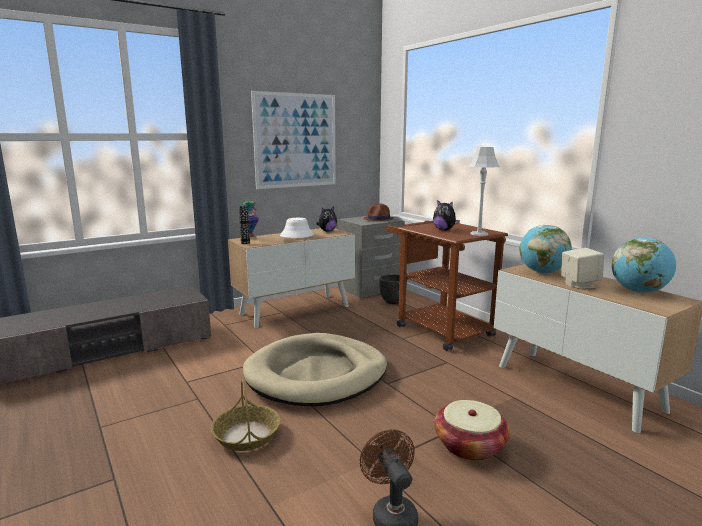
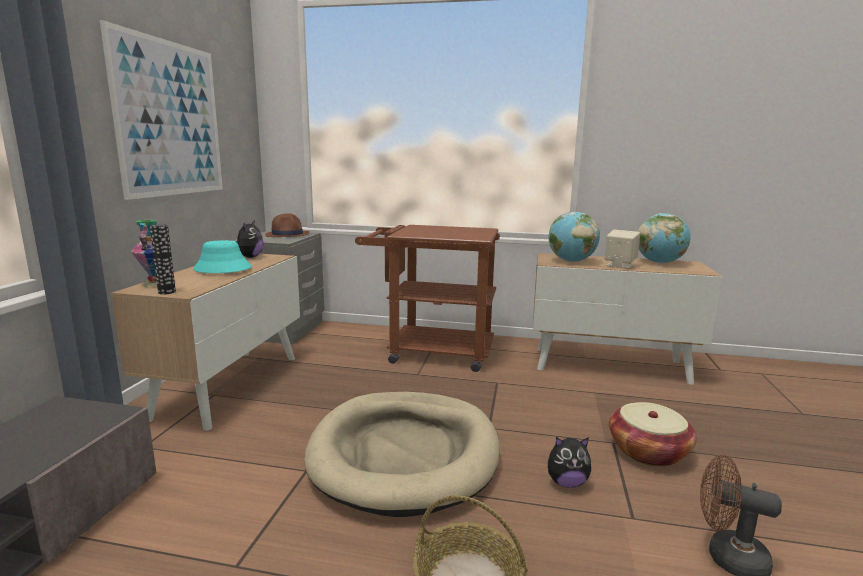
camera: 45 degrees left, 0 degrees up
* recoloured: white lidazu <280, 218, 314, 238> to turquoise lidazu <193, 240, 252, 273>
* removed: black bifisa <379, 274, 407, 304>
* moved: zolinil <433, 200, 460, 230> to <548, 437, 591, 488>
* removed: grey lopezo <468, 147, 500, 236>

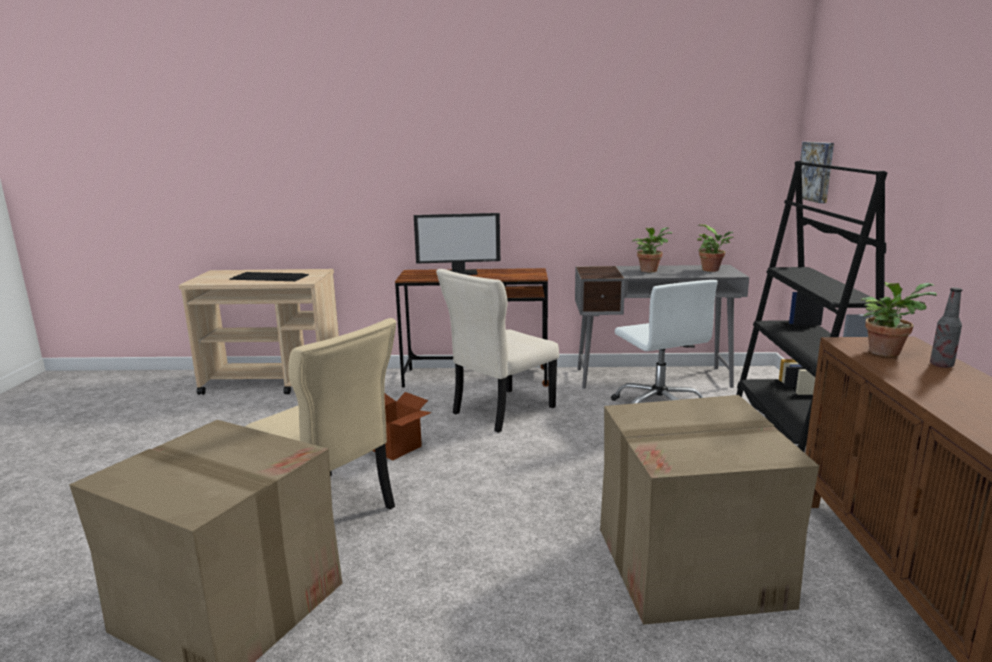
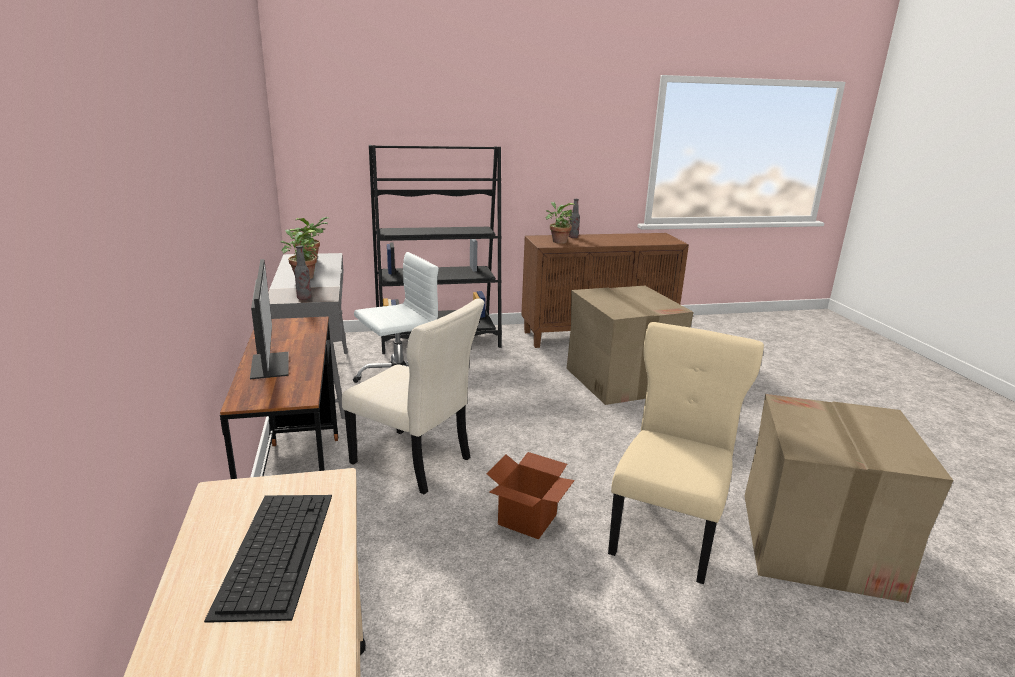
camera: 105 degrees left, 5 degrees up
* removed: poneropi <800, 142, 834, 203>
* added: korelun <294, 245, 311, 300>

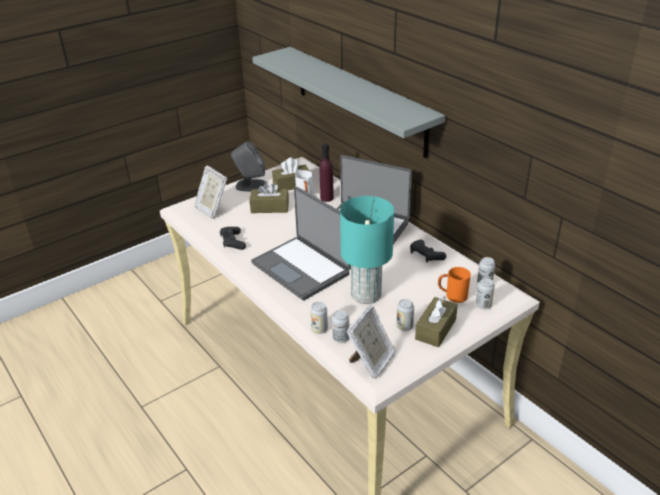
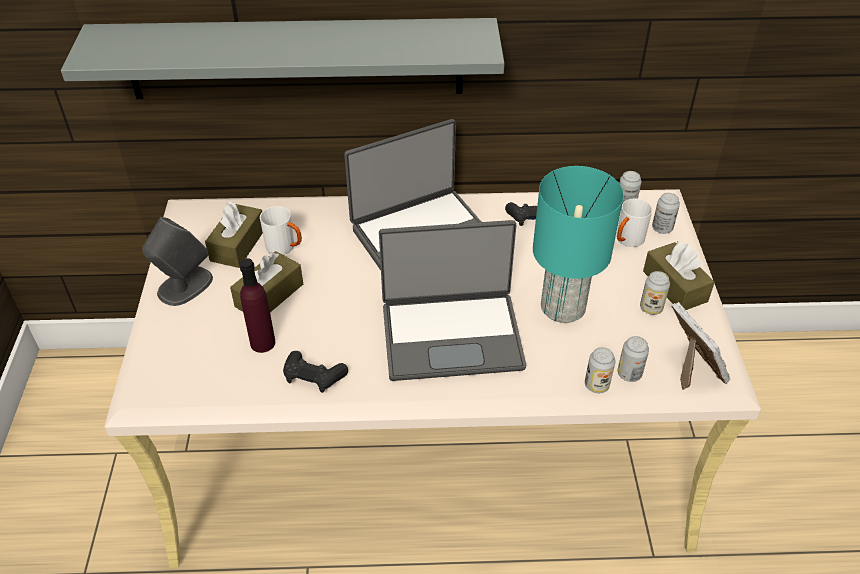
camera: 55 degrees left, 10 degrees up
* removed: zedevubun <194, 166, 227, 219>
* moved: purple korelun <319, 144, 334, 202> to <239, 258, 275, 353>
* recoloured: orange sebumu <438, 267, 471, 303> to white sebumu <616, 198, 652, 247>

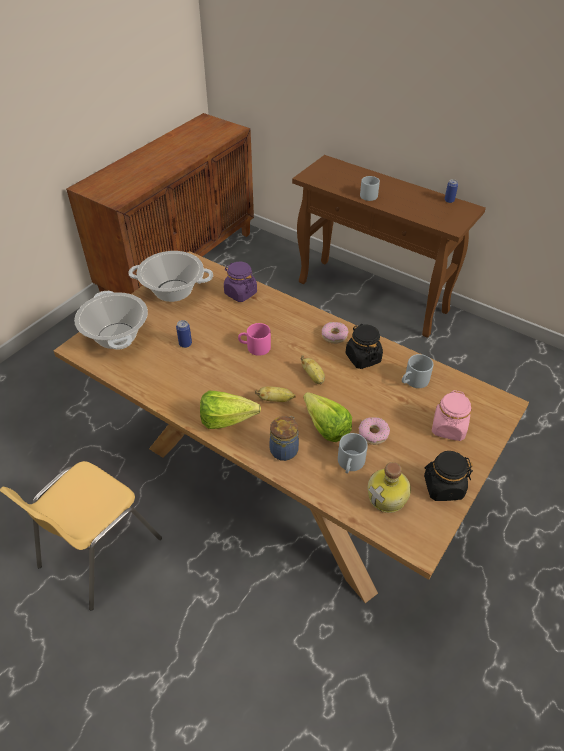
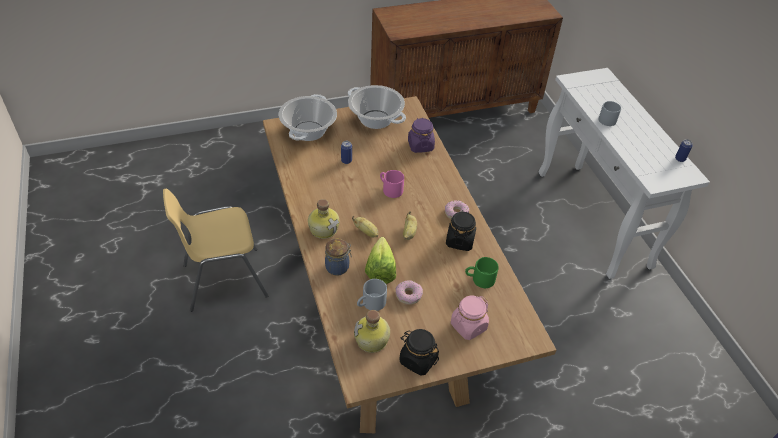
camera: 35 degrees right, 0 degrees up
* replaced: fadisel <200, 391, 261, 429> to korelun <308, 199, 339, 239>
* recoloured: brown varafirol <292, 155, 486, 338> to white varafirol <539, 68, 710, 279>
* recoloured: grey sebumu <402, 354, 433, 388> to green sebumu <465, 257, 499, 288>

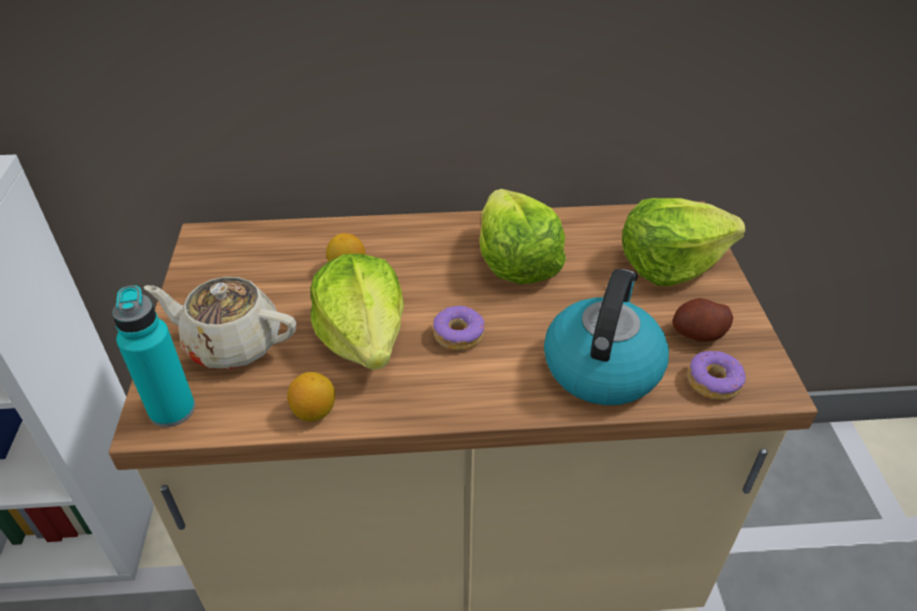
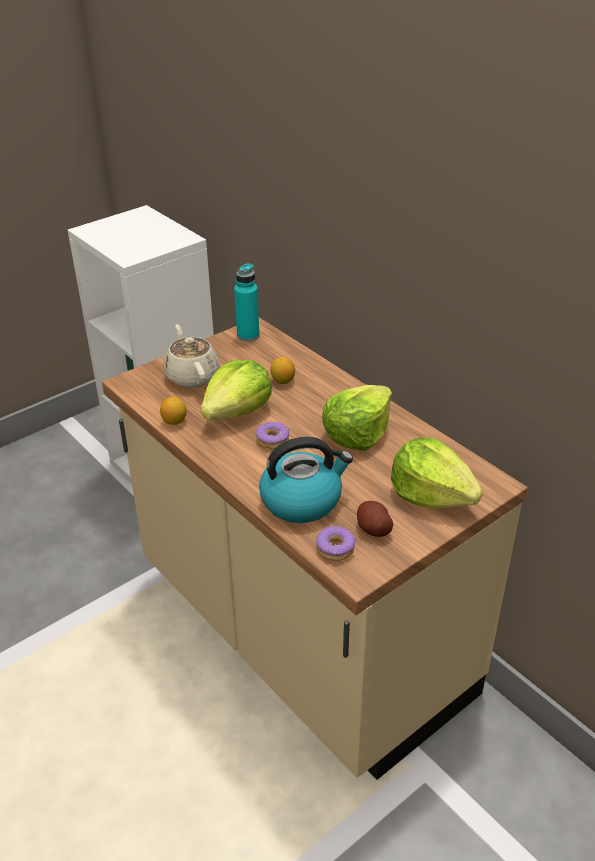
camera: 55 degrees right, 5 degrees down
* moved: turquoise korelun <112, 285, 195, 427> to <234, 263, 259, 341>

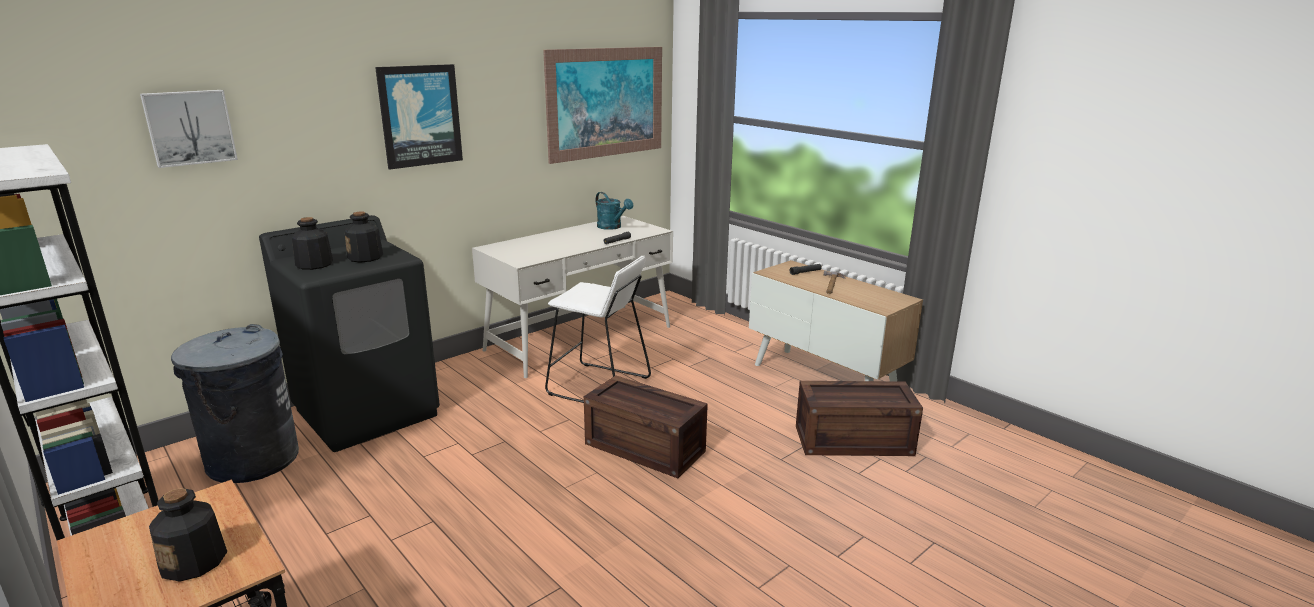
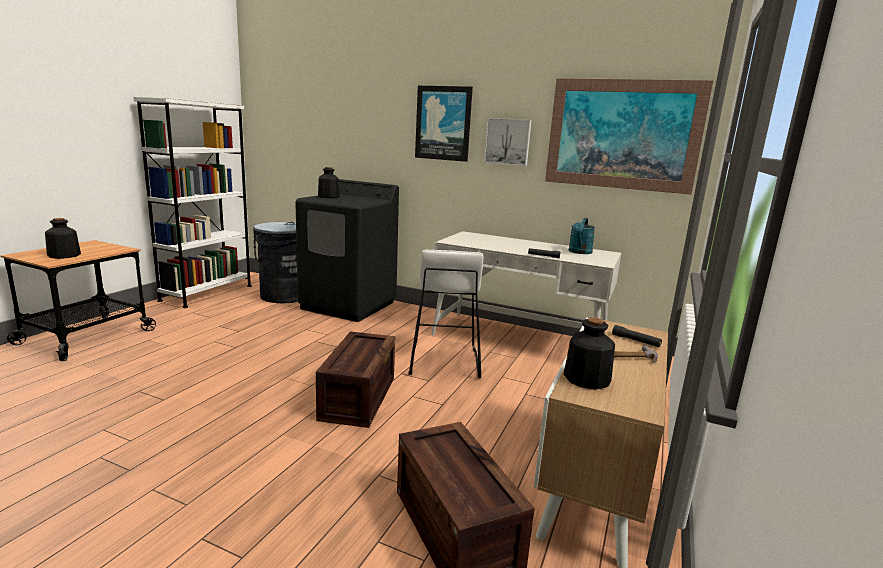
camera: 65 degrees right, 5 degrees down
* moved: poneropi <140, 90, 238, 168> to <484, 118, 531, 166>
* moved: korelun <345, 211, 383, 263> to <564, 317, 615, 389>

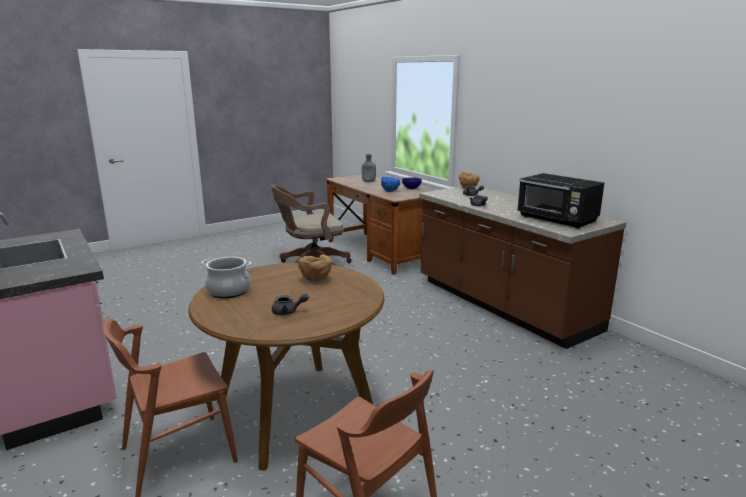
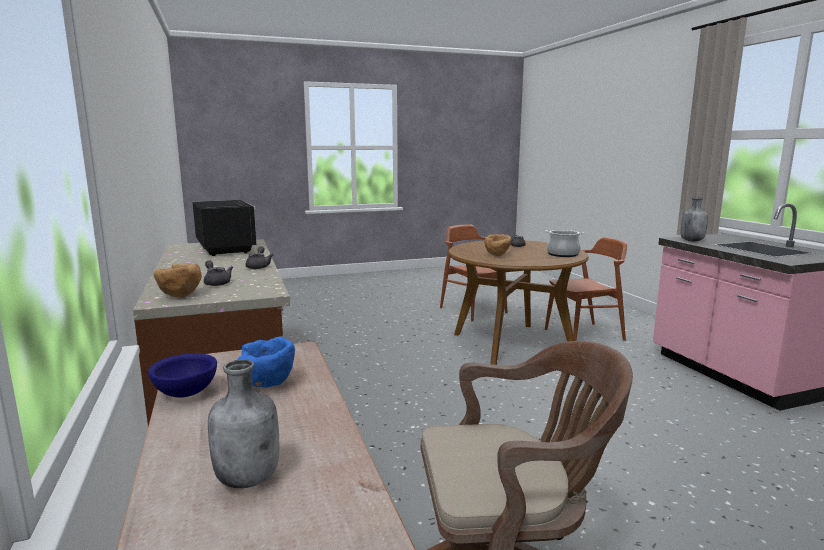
camera: 165 degrees left, 5 degrees down
* added: grey korelun <681, 197, 708, 242>

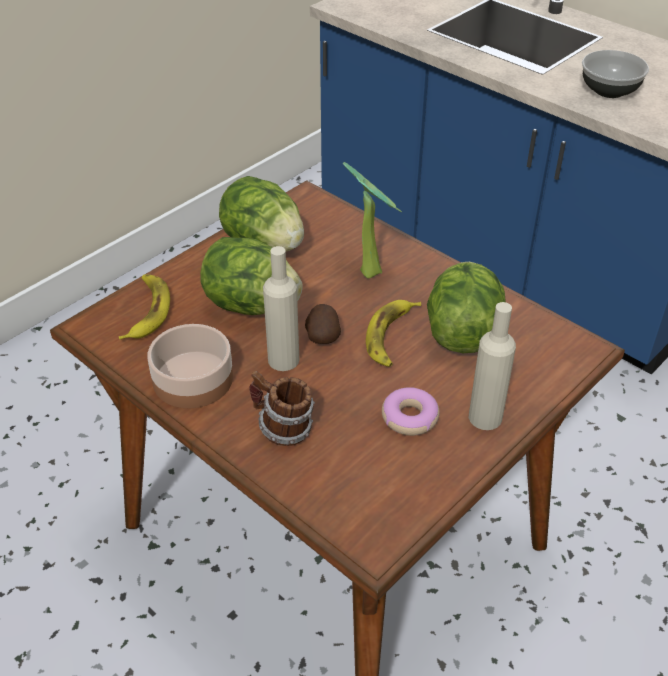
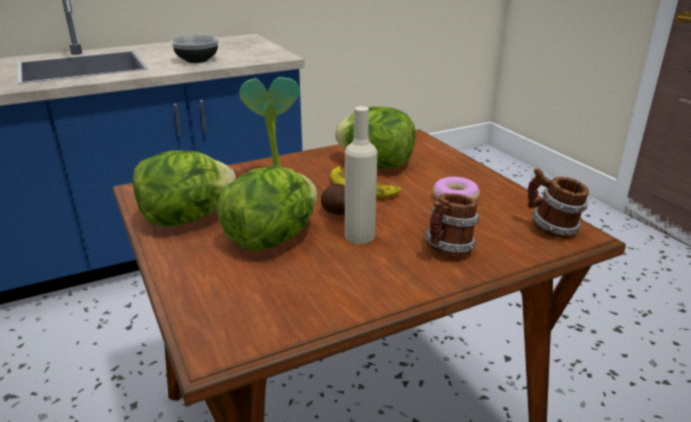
camera: 70 degrees left, 15 degrees down
* removed: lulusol <119, 274, 170, 340>
* removed: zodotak <147, 324, 233, 408>
* removed: beige korelun <469, 302, 516, 430>
* added: sebumu <528, 168, 589, 238>

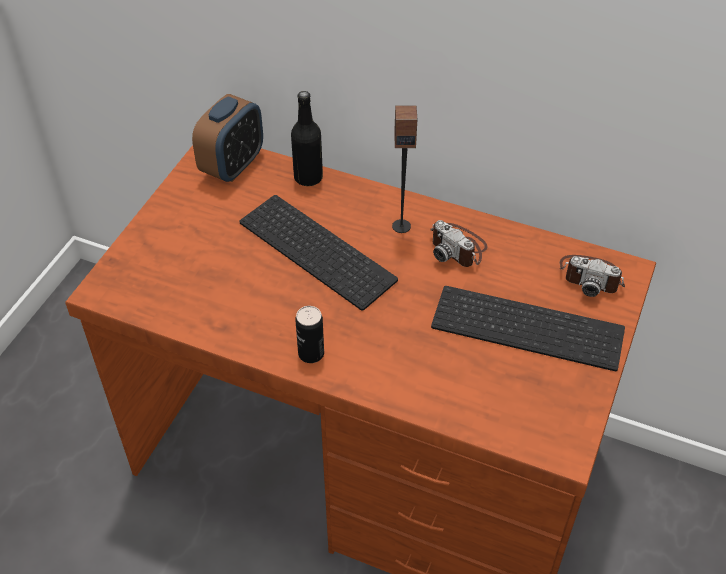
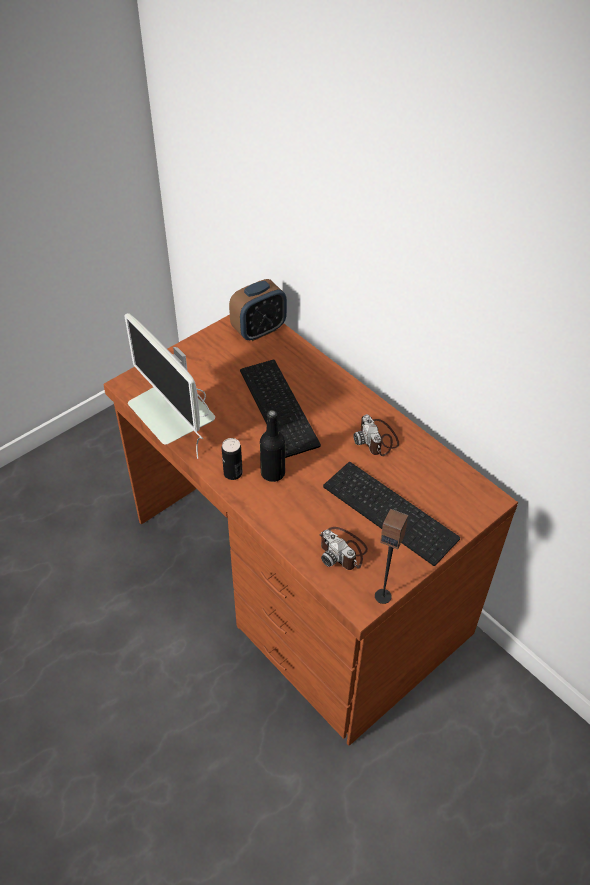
camera: 25 degrees right, 0 degrees up
* moved: black korelun <291, 91, 323, 186> to <260, 410, 285, 482>
* moved: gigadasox <392, 105, 417, 233> to <375, 509, 408, 604>
* moved: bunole <560, 255, 625, 297> to <319, 527, 368, 570>
* added: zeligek <124, 313, 215, 459>

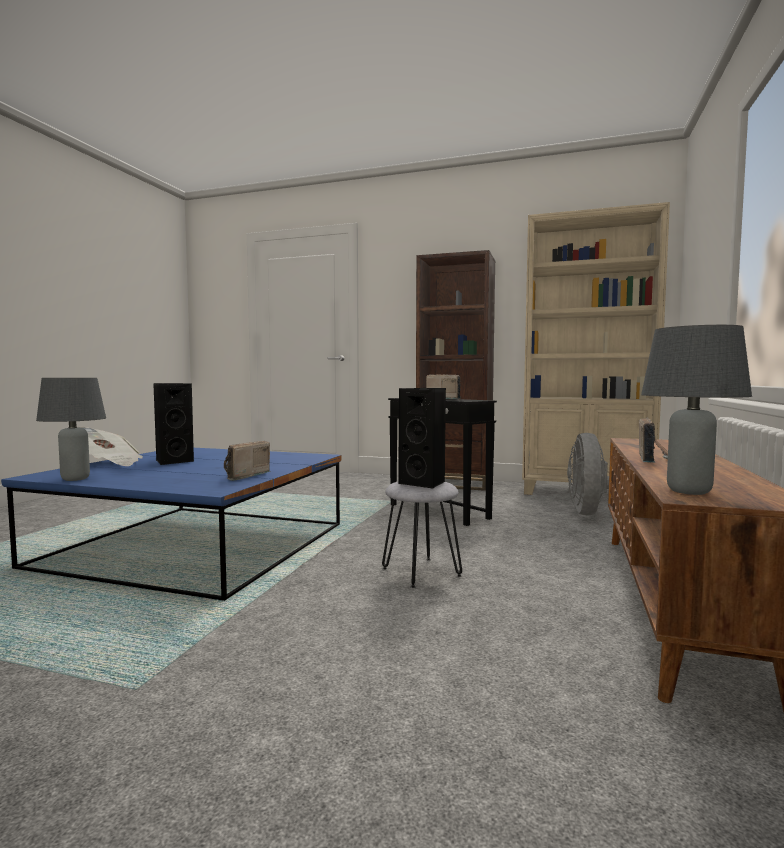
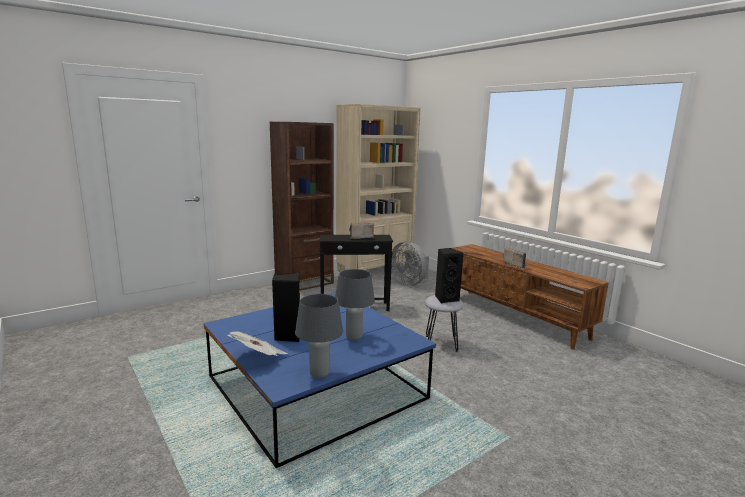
camera: 55 degrees left, 10 degrees up
* removed: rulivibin <224, 441, 271, 481>
* moved: grey lopezo <641, 325, 752, 495> to <335, 269, 375, 341>

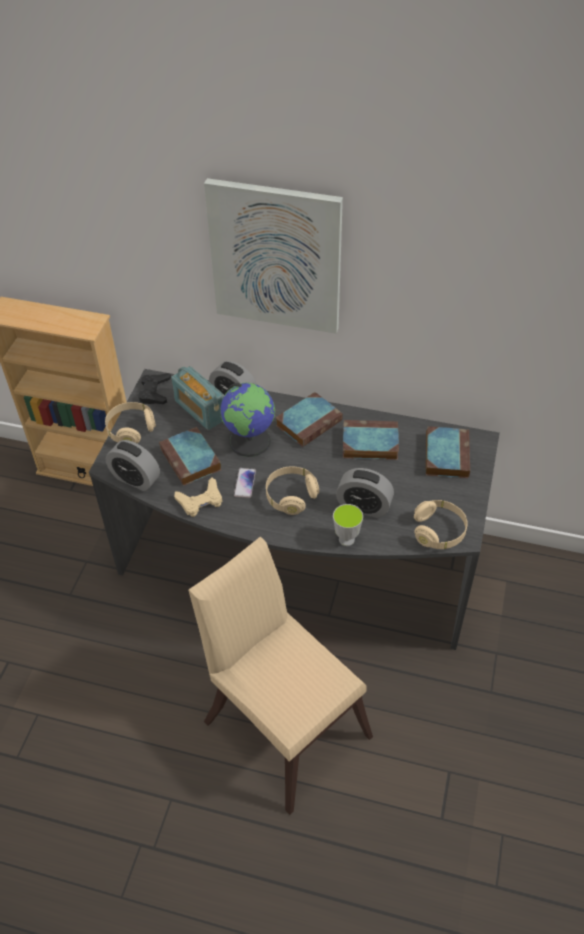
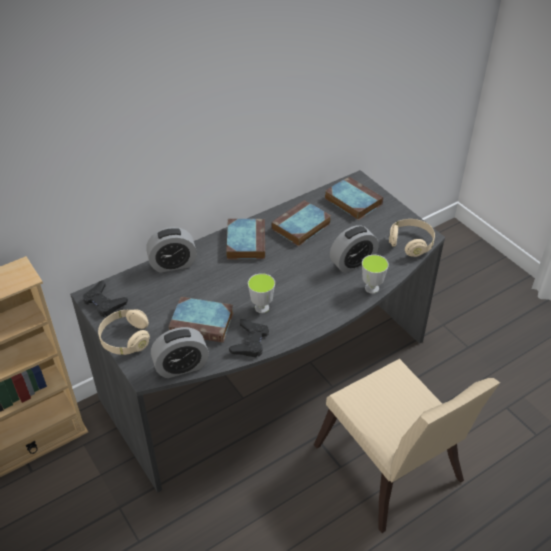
camera: 50 degrees left, 5 degrees down
* removed: rulivibin <171, 366, 225, 430>
* recoloured: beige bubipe <174, 478, 222, 517> to black bubipe <229, 319, 269, 357>
* turned: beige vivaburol <188, 536, 373, 815> = <314, 359, 500, 533> 120 degrees counterclockwise
* removed: poneropi <204, 178, 343, 334>
* removed: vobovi <220, 383, 275, 457>
* replaced: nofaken <234, 468, 256, 498> to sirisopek <248, 273, 275, 313>
* removed: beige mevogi <266, 467, 319, 515>

